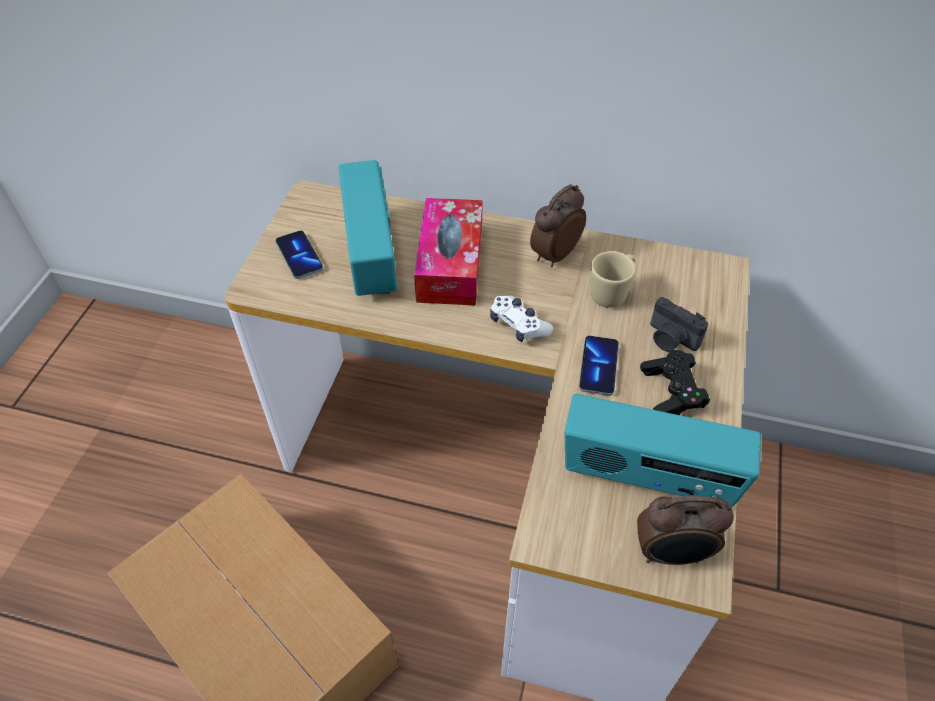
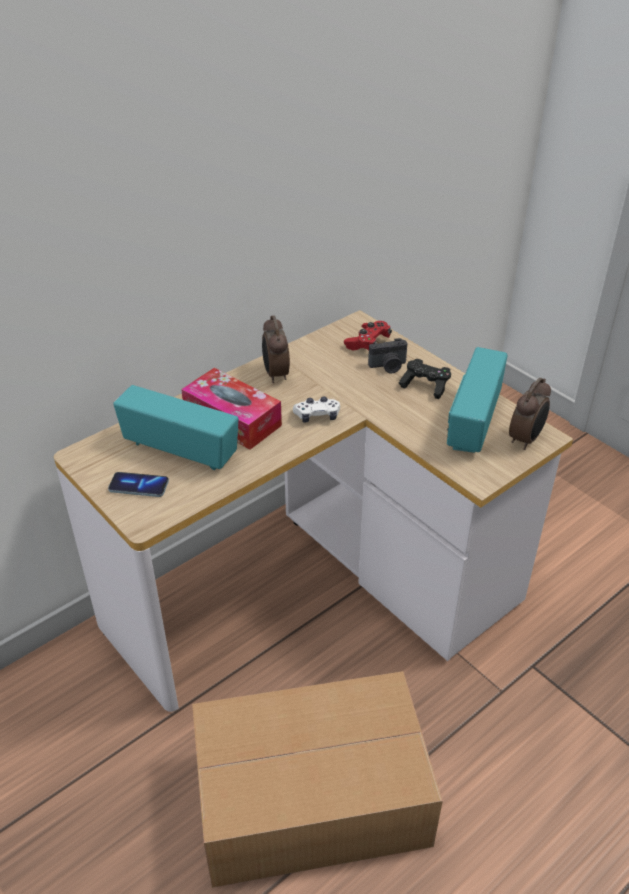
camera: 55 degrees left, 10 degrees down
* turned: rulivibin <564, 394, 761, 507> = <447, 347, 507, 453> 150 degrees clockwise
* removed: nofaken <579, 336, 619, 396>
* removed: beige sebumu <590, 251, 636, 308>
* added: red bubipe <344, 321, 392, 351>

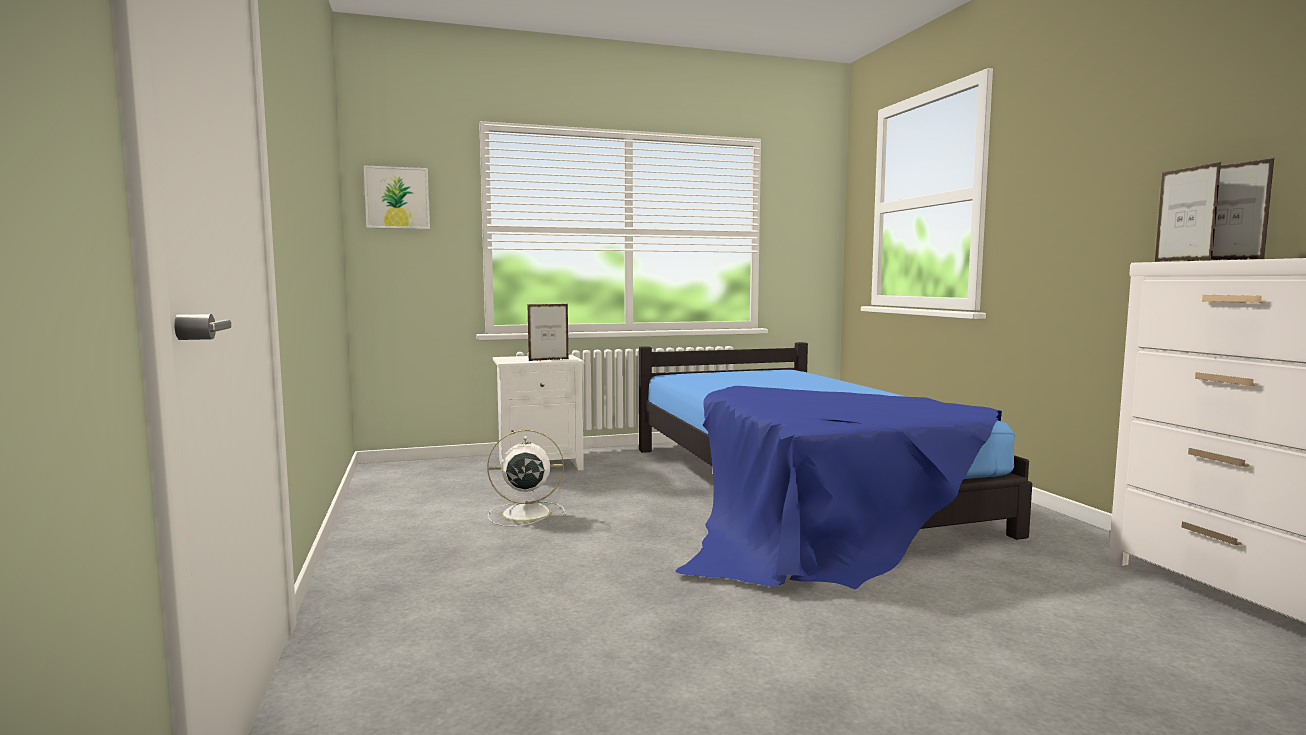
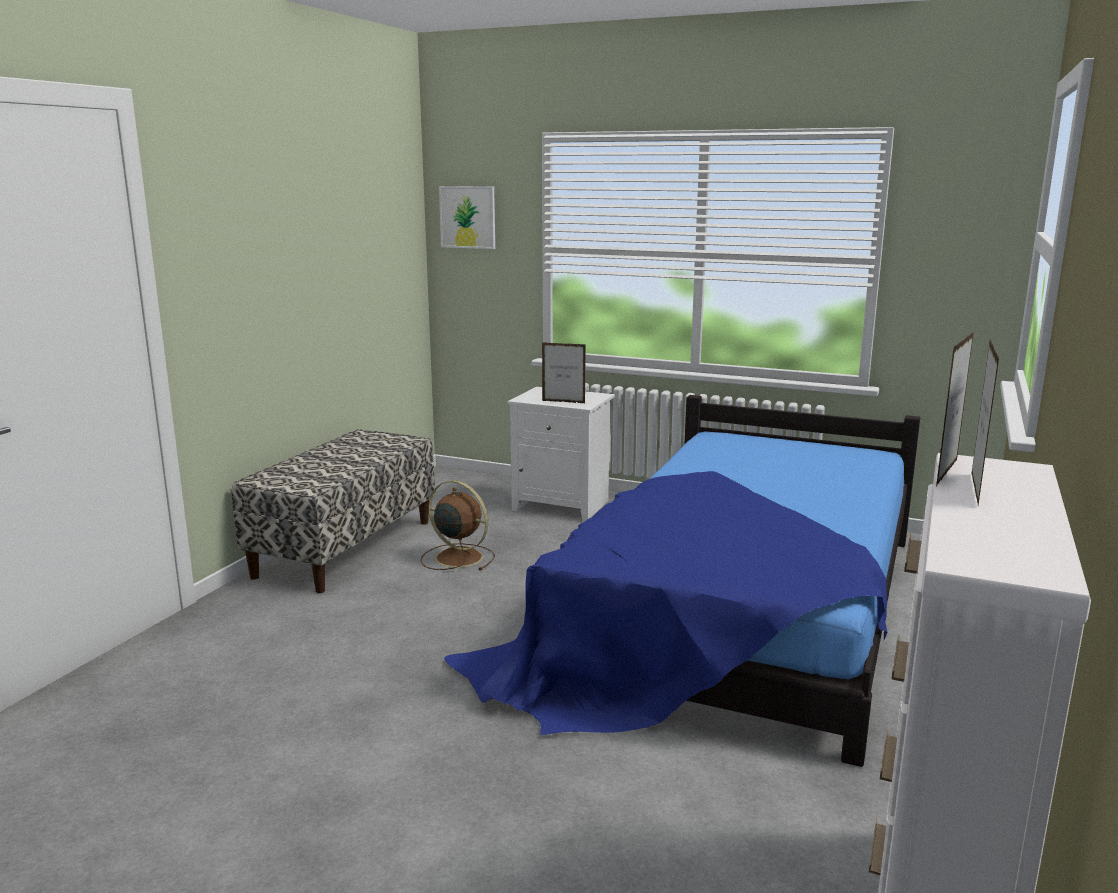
camera: 40 degrees right, 10 degrees up
* recoloured: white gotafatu <487, 430, 567, 527> to brown gotafatu <421, 480, 495, 571>
* added: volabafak <232, 429, 435, 593>

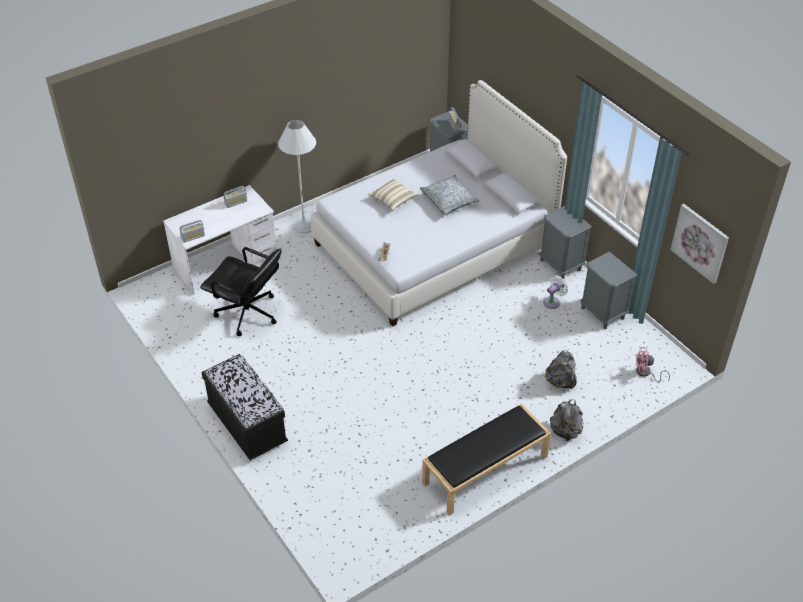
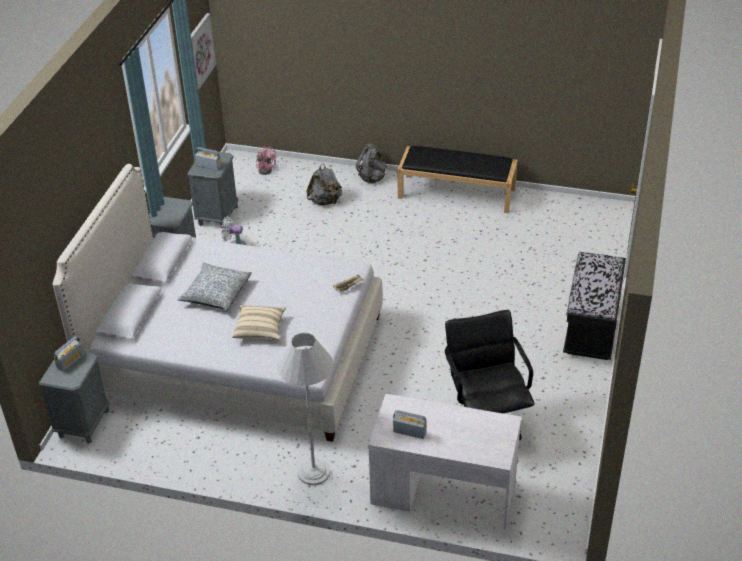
camera: 130 degrees left, 5 degrees down
* moved: rulivibin <180, 220, 205, 243> to <195, 147, 221, 170>

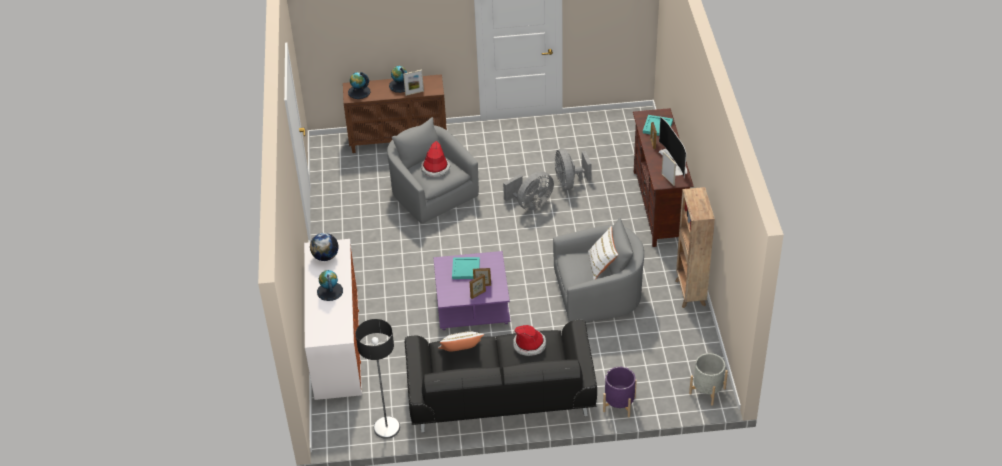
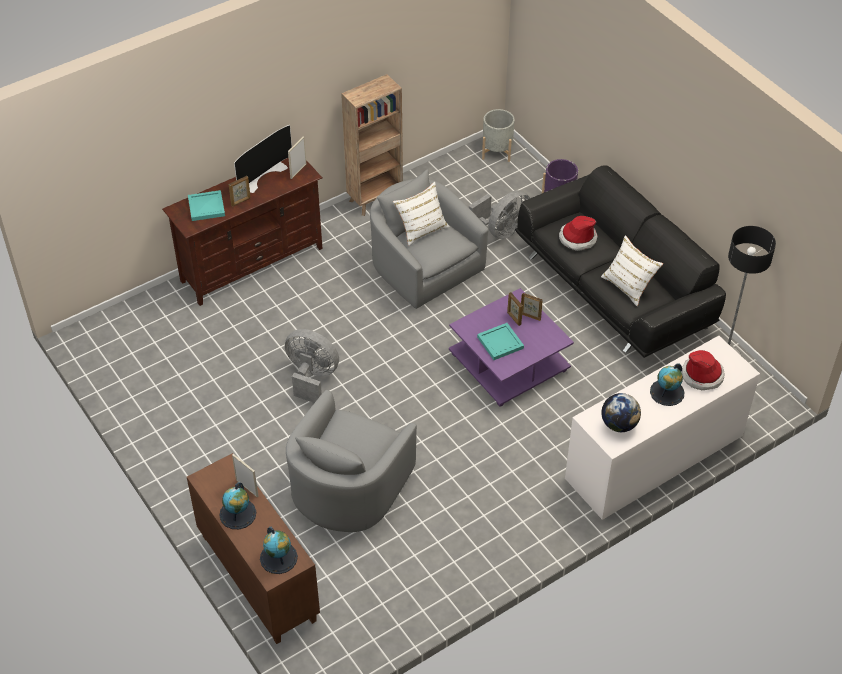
camera: 120 degrees left, 5 degrees up
* moved: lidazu <421, 141, 450, 177> to <682, 350, 724, 390>
* moved: grey gotafatu <555, 148, 592, 190> to <469, 190, 530, 239>

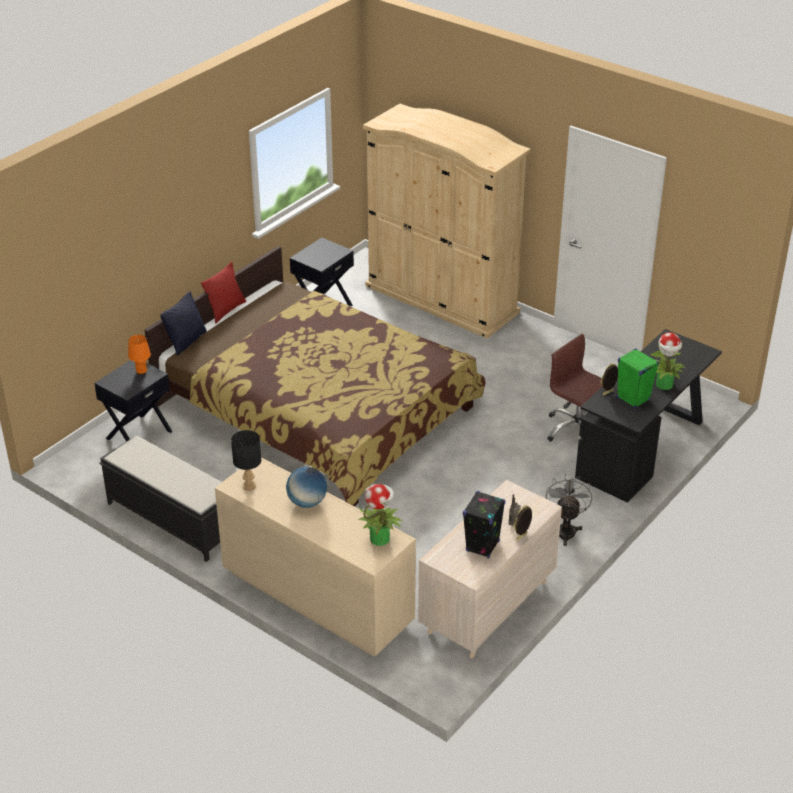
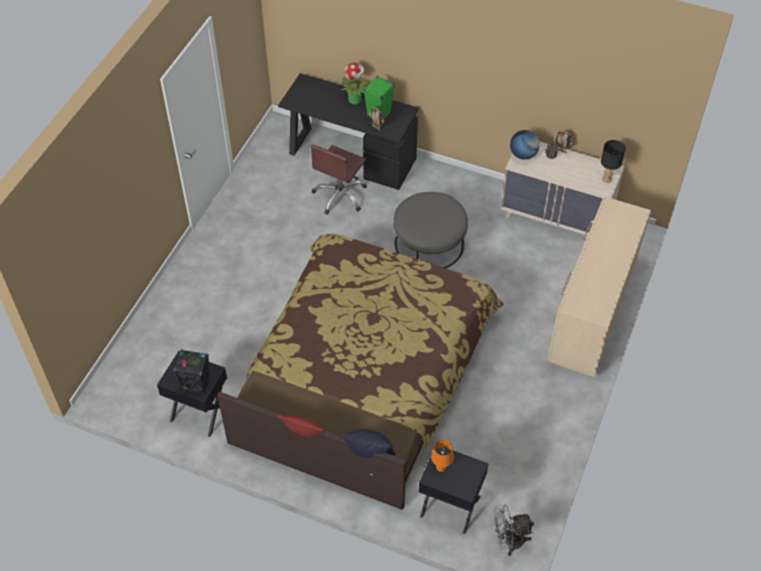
camera: 105 degrees left, 15 degrees up
* removed: black volabafak <99, 436, 222, 562>
* moved: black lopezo <231, 430, 261, 491> to <601, 140, 625, 183>
* moved: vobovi <286, 467, 327, 508> to <510, 130, 540, 160>
* removed: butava <358, 484, 402, 546>
* removed: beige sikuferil <363, 104, 531, 339>
* moved: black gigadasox <463, 491, 505, 559> to <174, 349, 211, 395>
* moved: grey gotafatu <546, 474, 592, 546> to <494, 505, 534, 556>
* added: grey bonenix <394, 192, 468, 268>

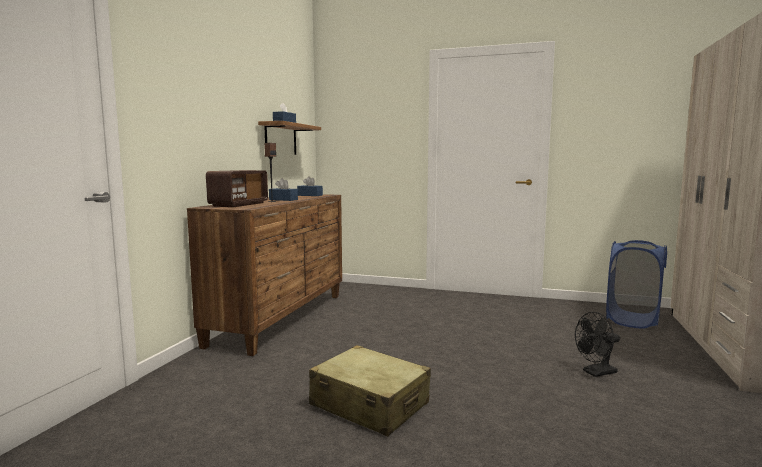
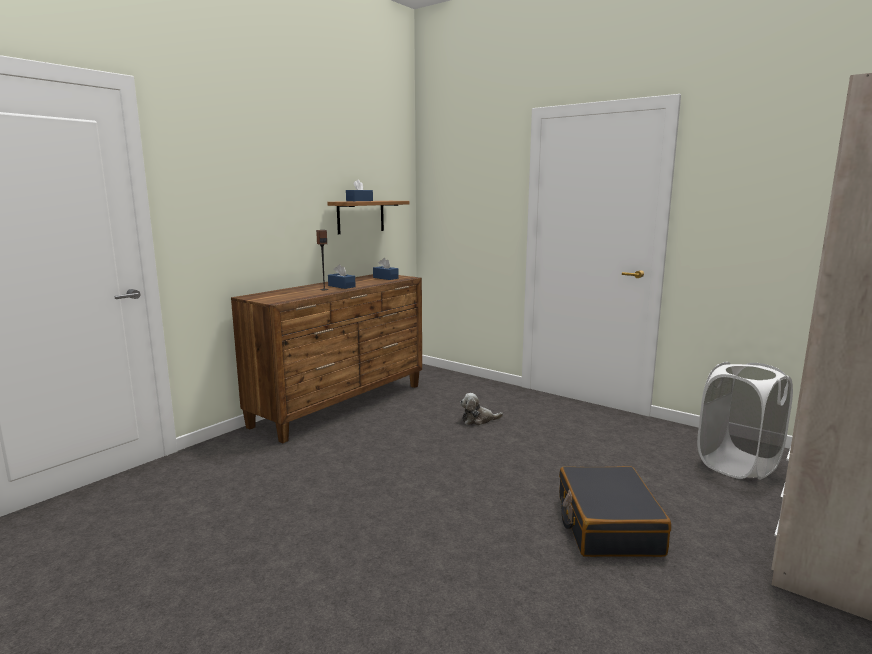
camera: 20 degrees right, 5 degrees up
* removed: rulivibin <206, 170, 268, 207>
* removed: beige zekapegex <309, 345, 431, 437>
* replaced: black gotafatu <575, 312, 620, 377> to black zekapegex <559, 466, 671, 557>
* recoloured: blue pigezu <606, 240, 667, 329> to white pigezu <697, 362, 793, 480>
* added: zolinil <460, 393, 503, 425>

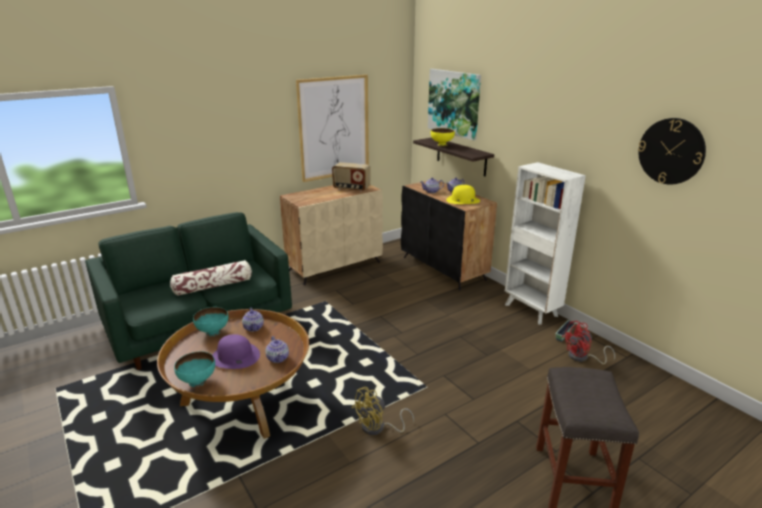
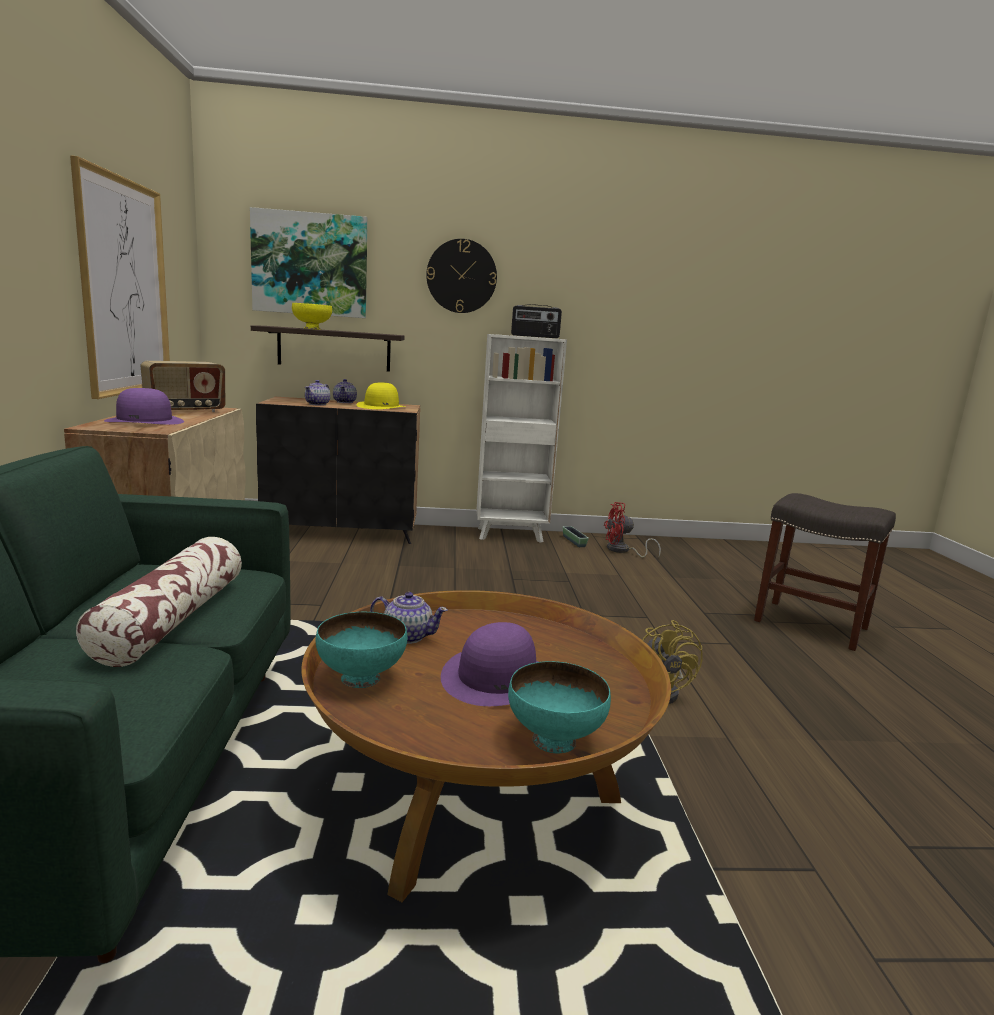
camera: 60 degrees left, 10 degrees down
* removed: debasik <266, 336, 289, 363>
* turned: red gotafatu <562, 321, 615, 364> = <604, 502, 661, 558> 75 degrees clockwise
* moved: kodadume <638, 118, 706, 185> to <426, 239, 497, 313>
* added: purple lidazu <104, 388, 184, 425>
* added: rulivibin <511, 304, 562, 338>

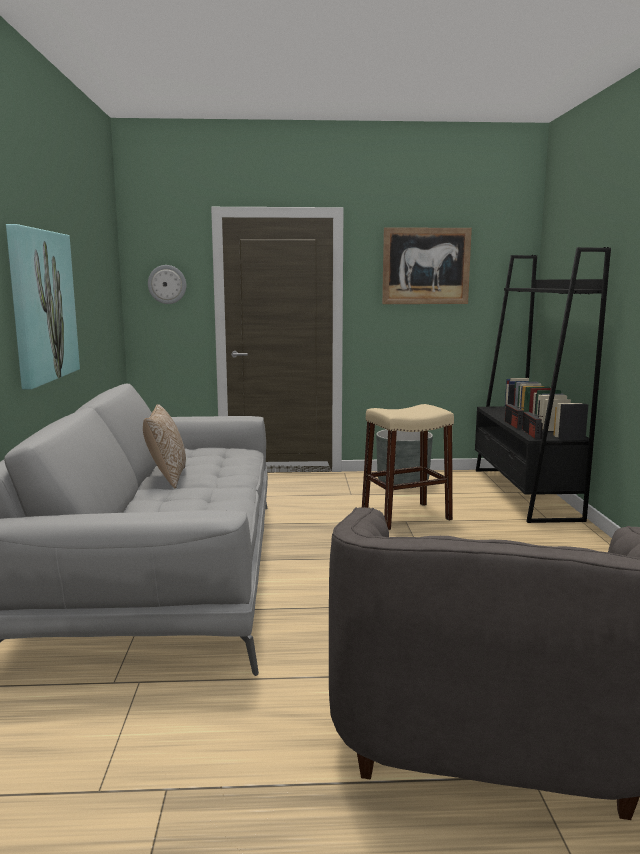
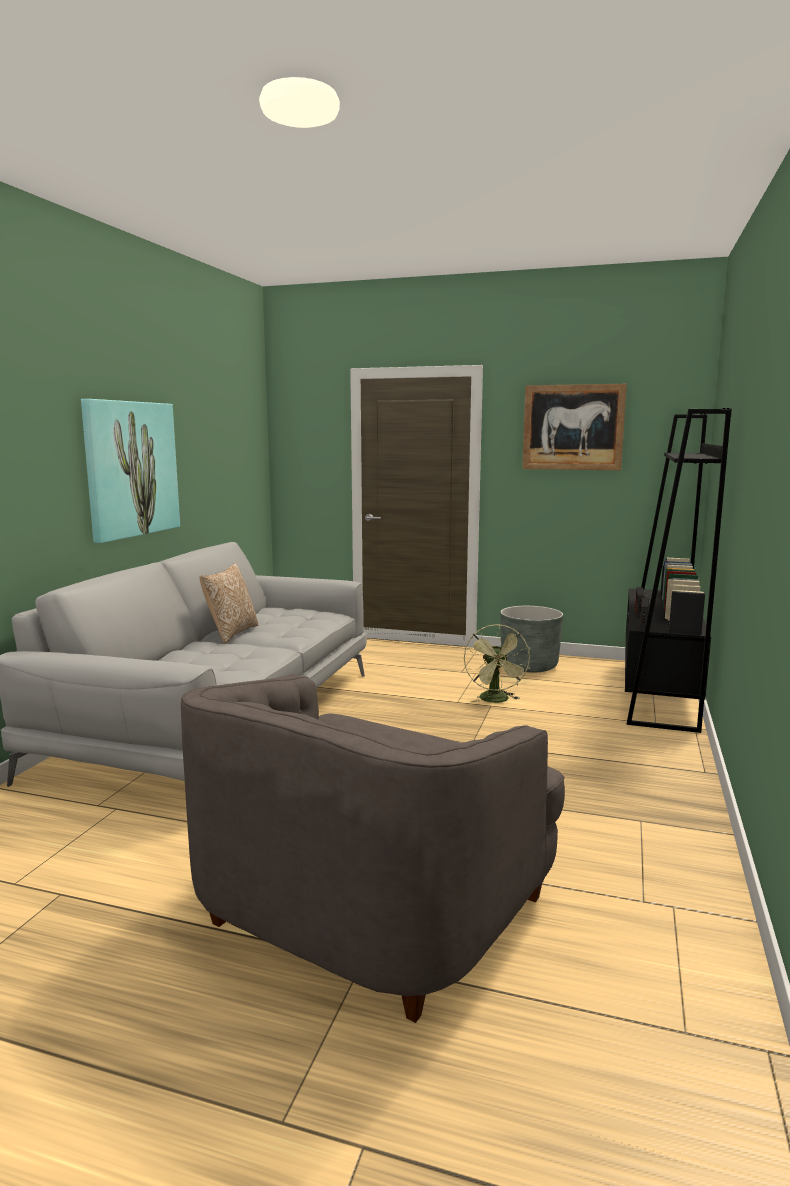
camera: 20 degrees right, 0 degrees up
* removed: kodadume <148, 265, 186, 304>
* replaced: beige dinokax <362, 404, 454, 530> to green gotafatu <464, 624, 530, 703>

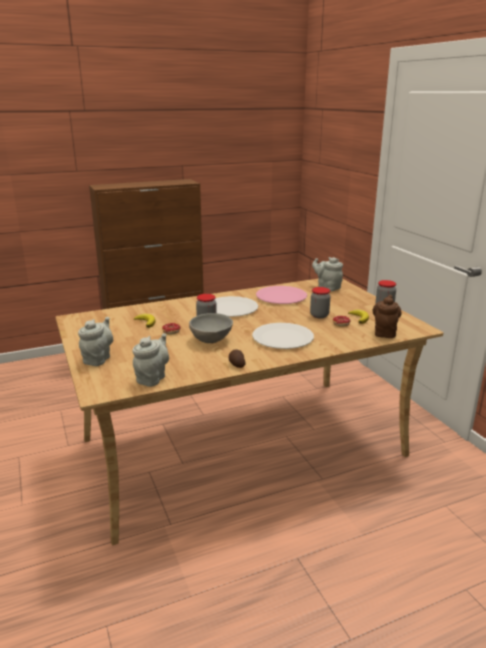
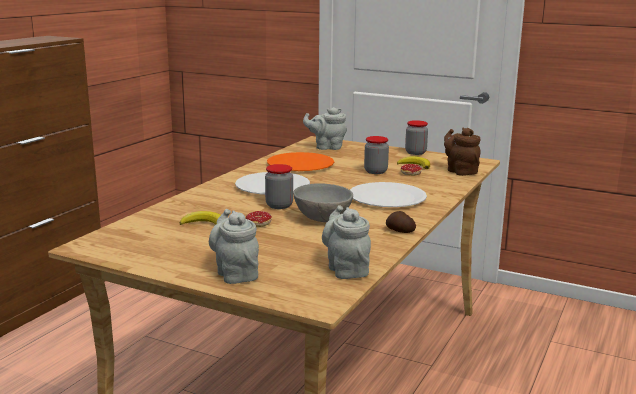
camera: 40 degrees left, 5 degrees down
* recoloured: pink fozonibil <256, 286, 307, 304> to orange fozonibil <267, 152, 334, 171>

